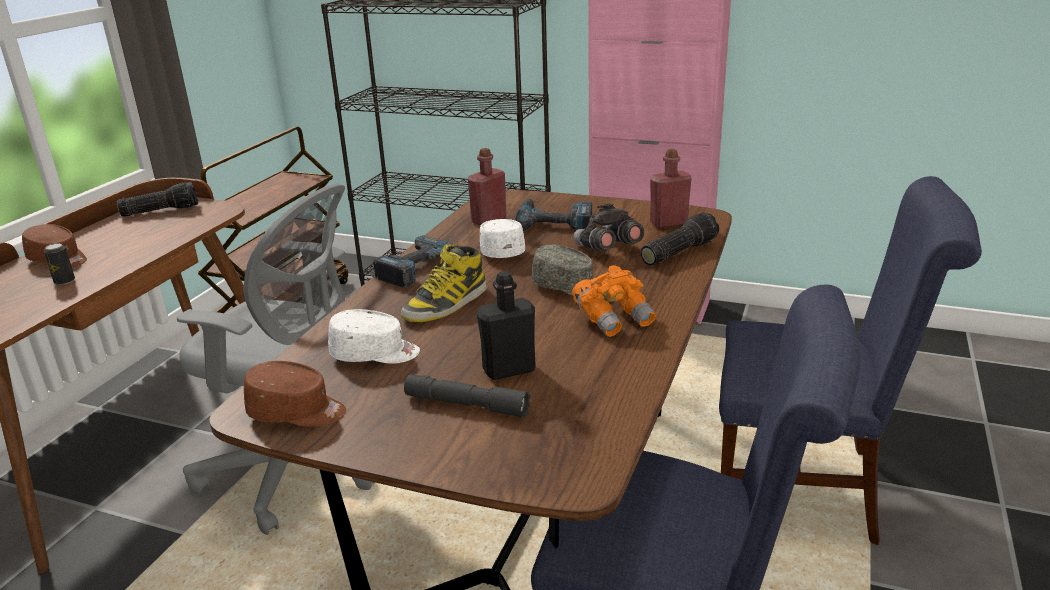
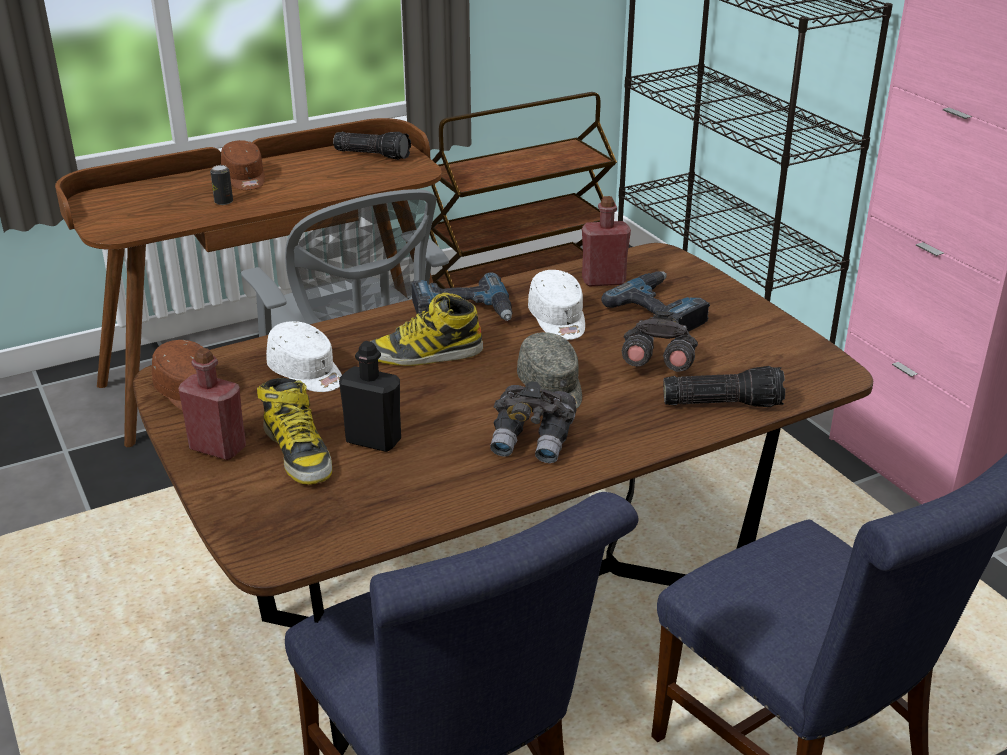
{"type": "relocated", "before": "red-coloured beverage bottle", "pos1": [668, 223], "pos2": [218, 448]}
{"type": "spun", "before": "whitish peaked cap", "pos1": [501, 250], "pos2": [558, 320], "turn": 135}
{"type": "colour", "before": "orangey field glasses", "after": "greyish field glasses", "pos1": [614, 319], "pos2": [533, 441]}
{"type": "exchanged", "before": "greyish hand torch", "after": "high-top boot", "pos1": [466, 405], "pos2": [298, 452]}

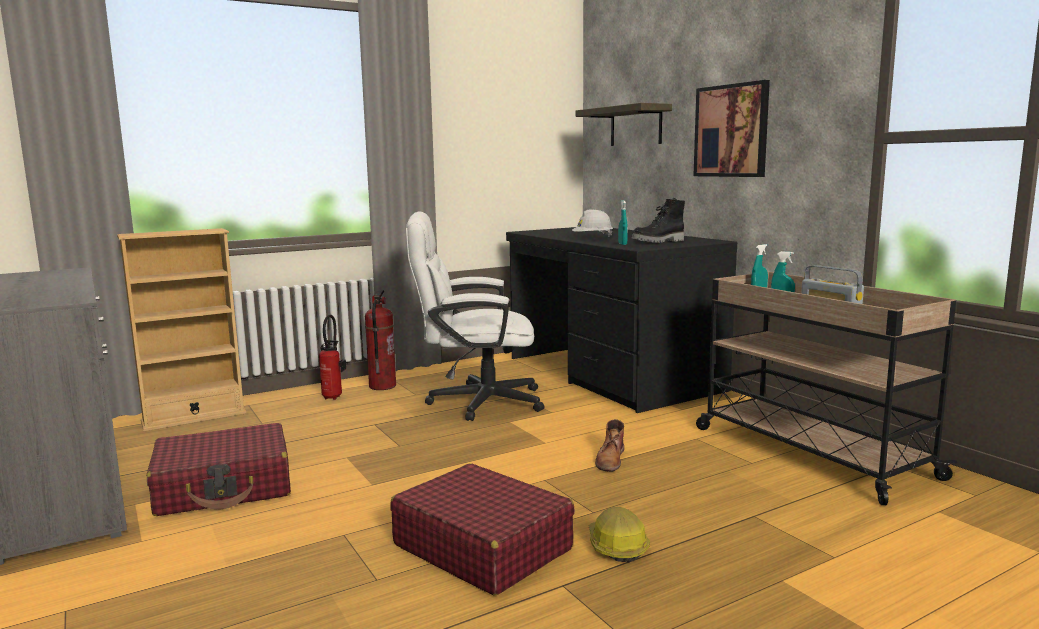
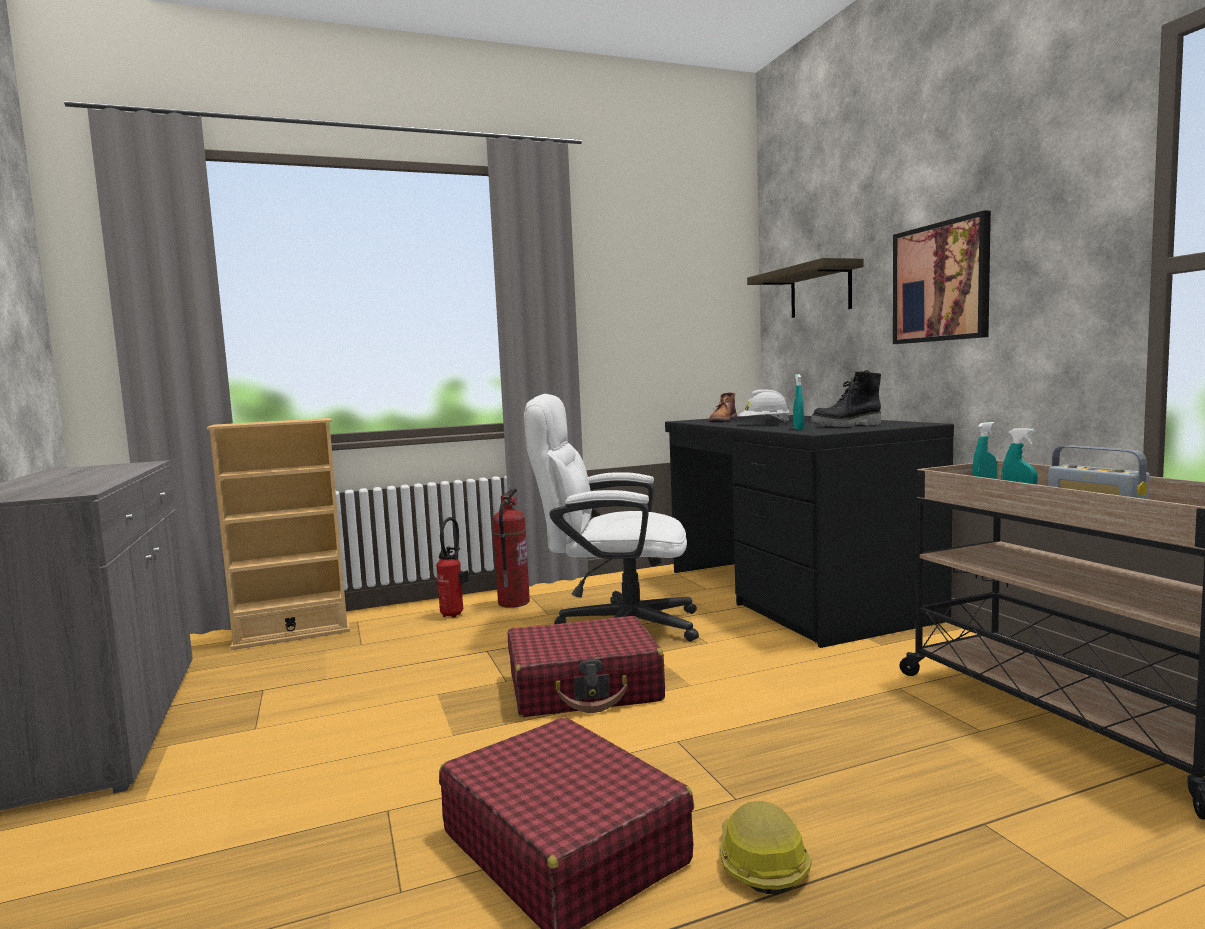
{"type": "relocated", "before": "brown-coloured high-top boot", "pos1": [610, 459], "pos2": [722, 420]}
{"type": "relocated", "before": "red-coloured suitcase", "pos1": [224, 487], "pos2": [584, 688]}

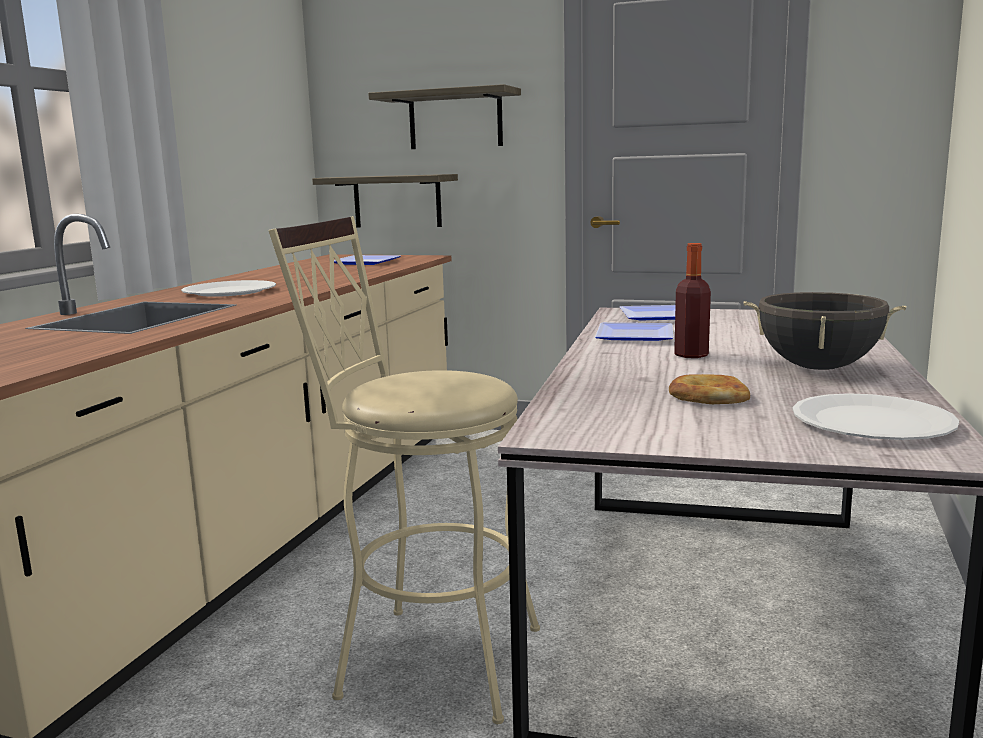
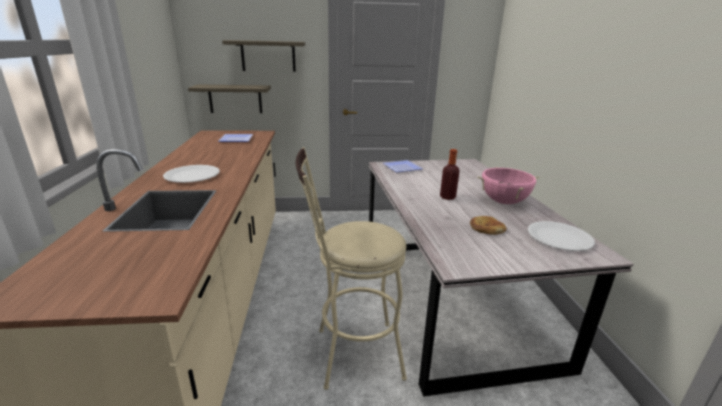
{"type": "colour", "before": "black-coloured saucepot", "after": "pink saucepot", "pos1": [818, 368], "pos2": [503, 202]}
{"type": "missing", "before": "dinner plate", "pos1": [632, 336]}

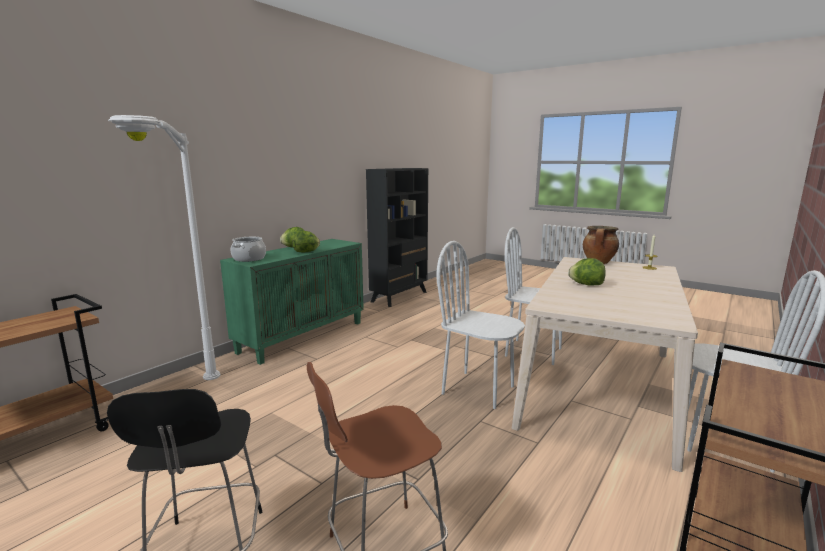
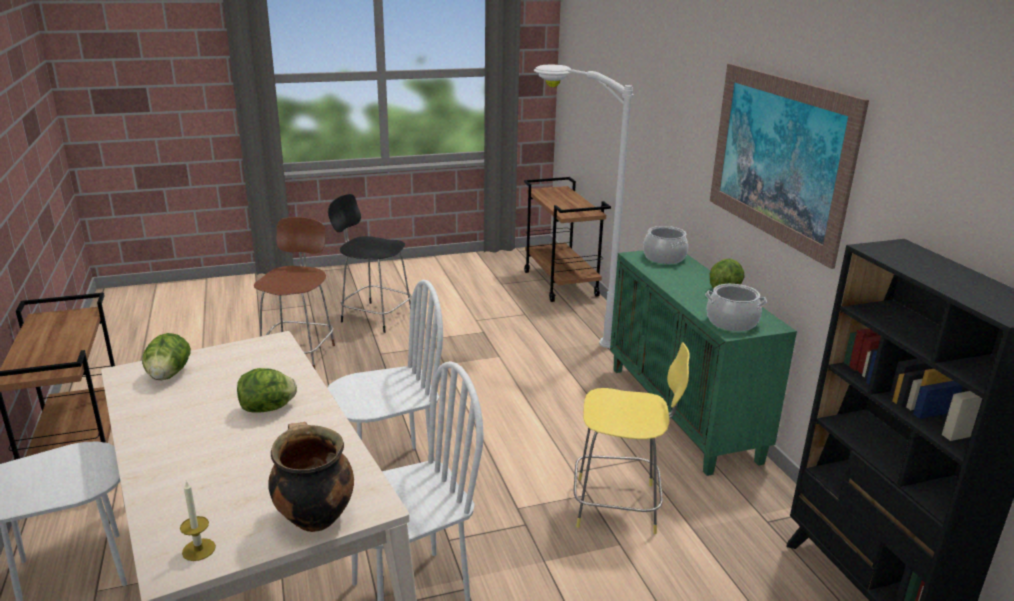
{"type": "relocated", "before": "lettuce", "pos1": [306, 252], "pos2": [169, 375]}
{"type": "appeared", "after": "wall picture", "pos2": [778, 158]}
{"type": "appeared", "after": "saucepot", "pos2": [732, 322]}
{"type": "appeared", "after": "yellow sitting stool", "pos2": [619, 505]}

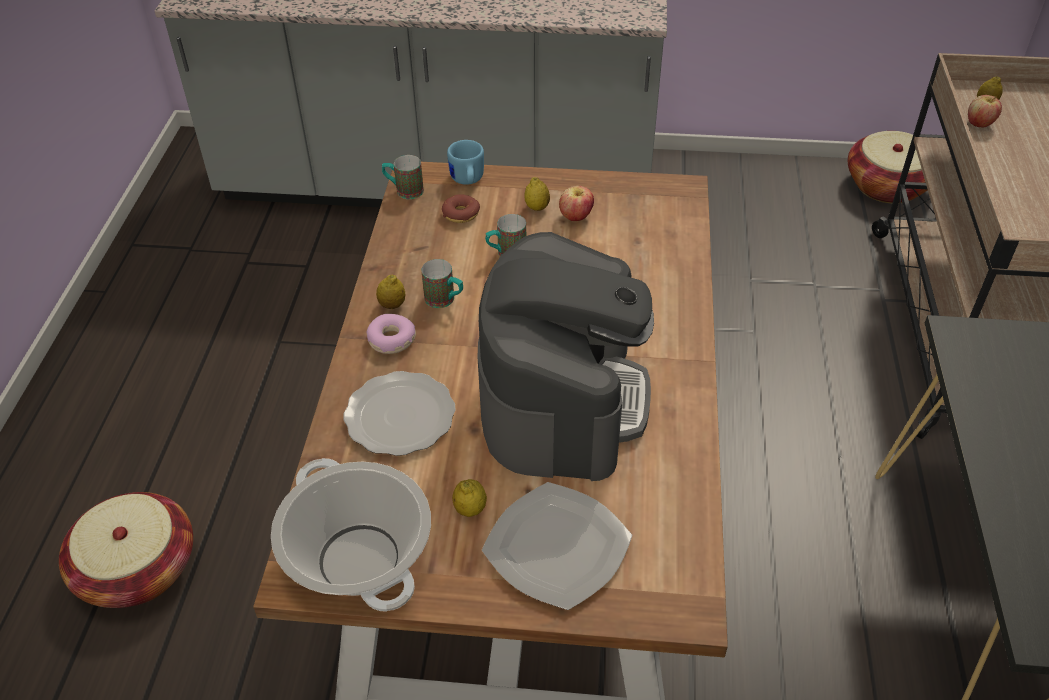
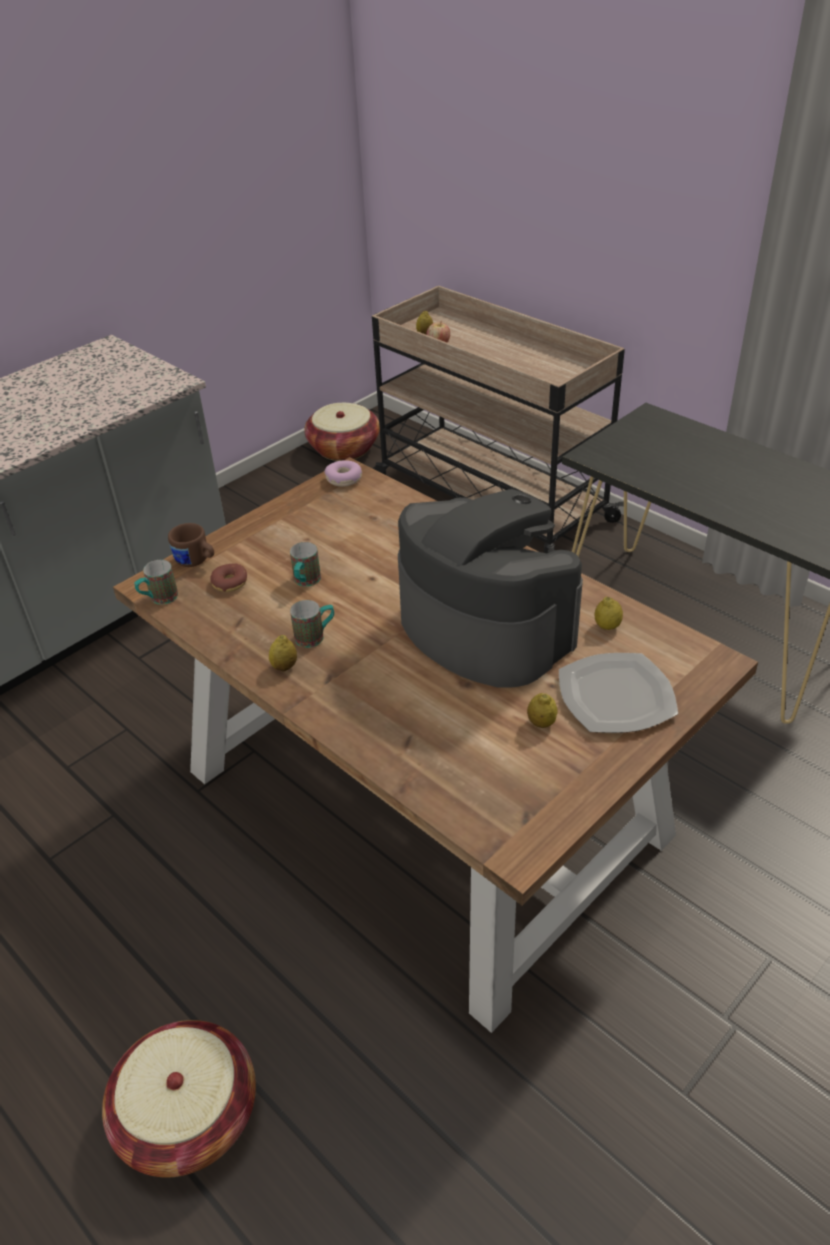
{"type": "colour", "before": "blue mug", "after": "brown-coloured mug", "pos1": [467, 181], "pos2": [196, 561]}
{"type": "relocated", "before": "whole lemon", "pos1": [537, 207], "pos2": [607, 626]}
{"type": "missing", "before": "whole apple", "pos1": [576, 217]}
{"type": "relocated", "before": "donut", "pos1": [391, 340], "pos2": [344, 479]}
{"type": "missing", "before": "dinner plate", "pos1": [401, 417]}
{"type": "missing", "before": "saucepot", "pos1": [358, 559]}

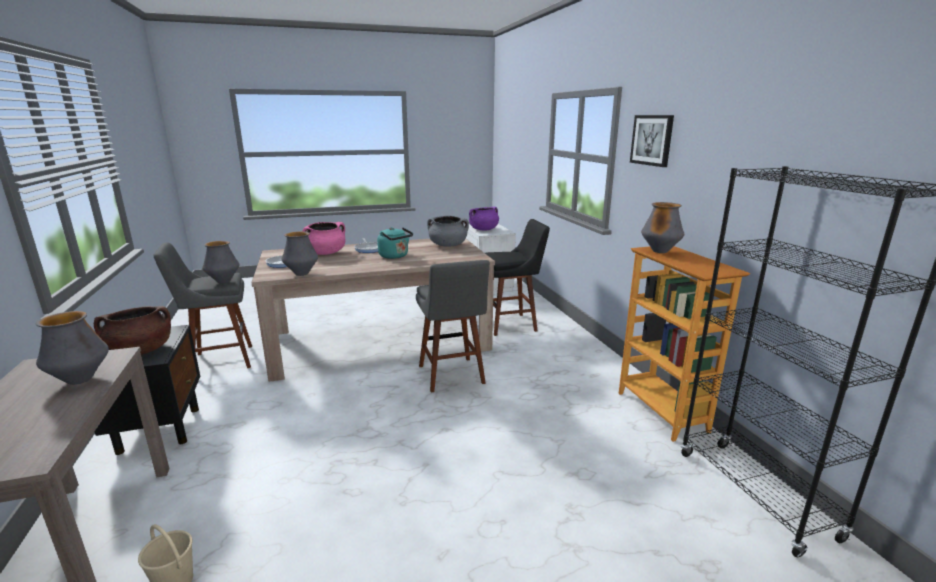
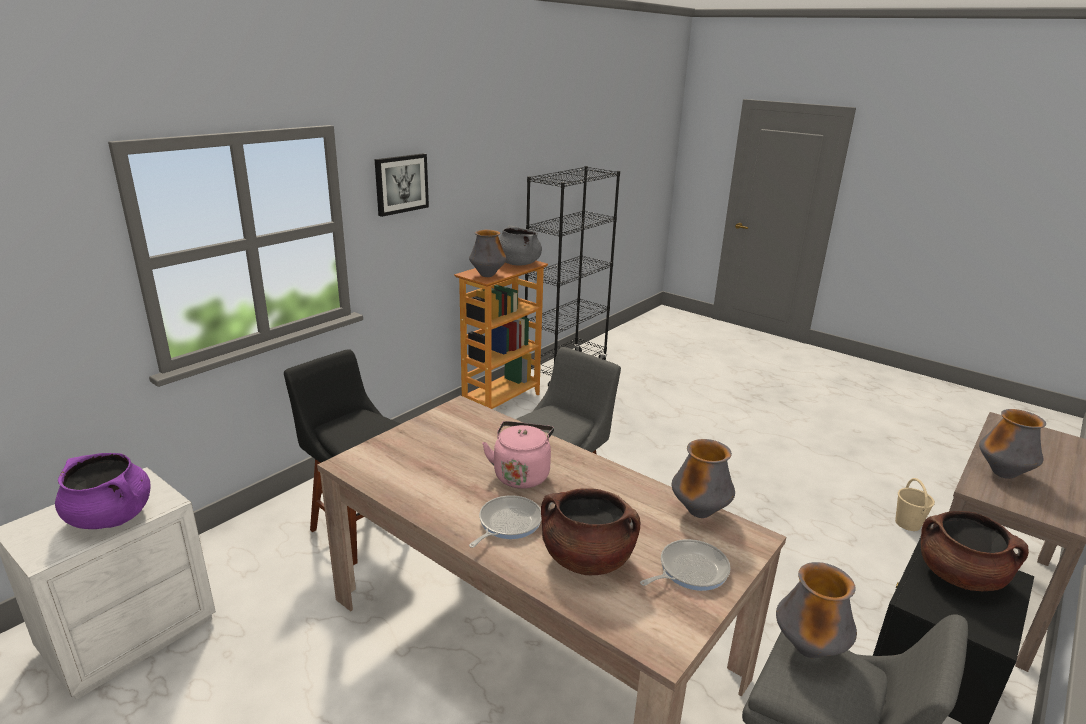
{"type": "relocated", "before": "greyish saucepot", "pos1": [448, 245], "pos2": [518, 263]}
{"type": "colour", "before": "pink saucepot", "after": "brown-coloured saucepot", "pos1": [326, 253], "pos2": [586, 559]}
{"type": "colour", "before": "blue-green kettle", "after": "pink kettle", "pos1": [395, 256], "pos2": [521, 474]}

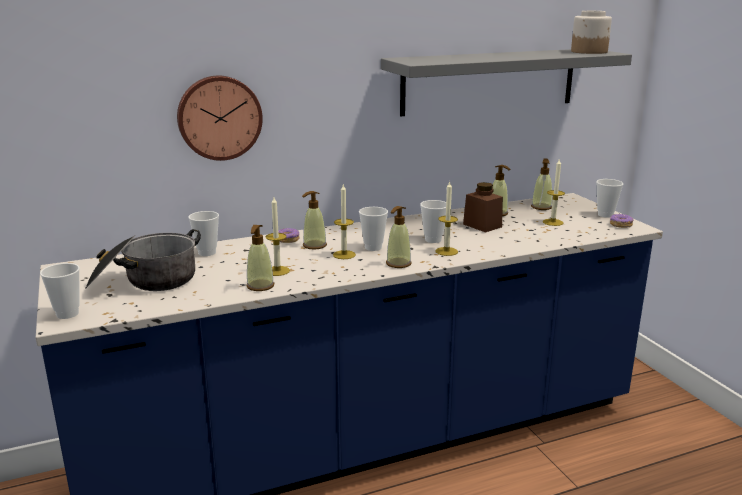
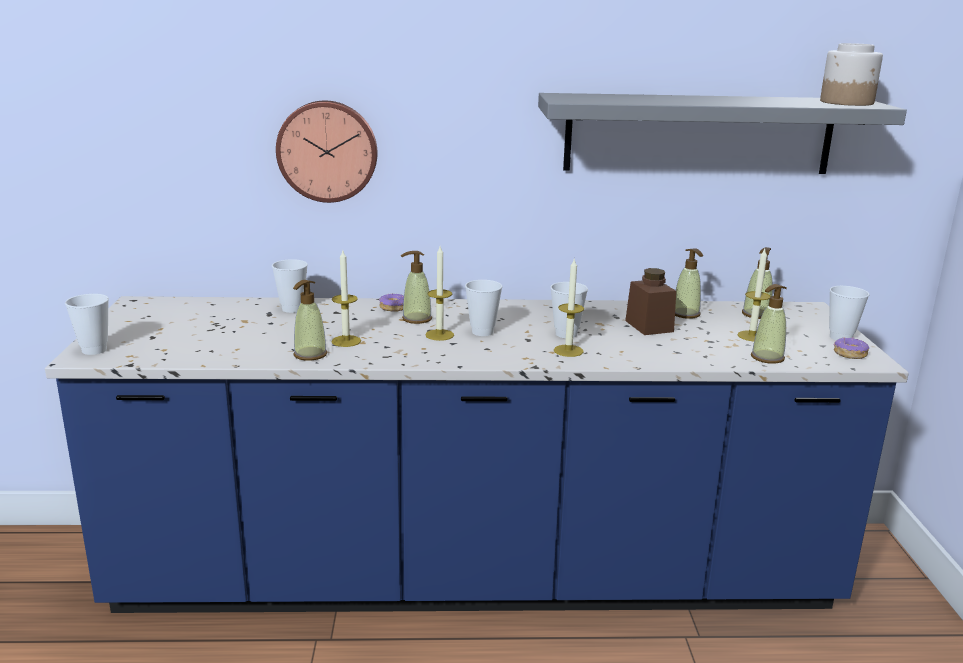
{"type": "relocated", "before": "soap bottle", "pos1": [398, 264], "pos2": [767, 358]}
{"type": "missing", "before": "saucepot", "pos1": [145, 281]}

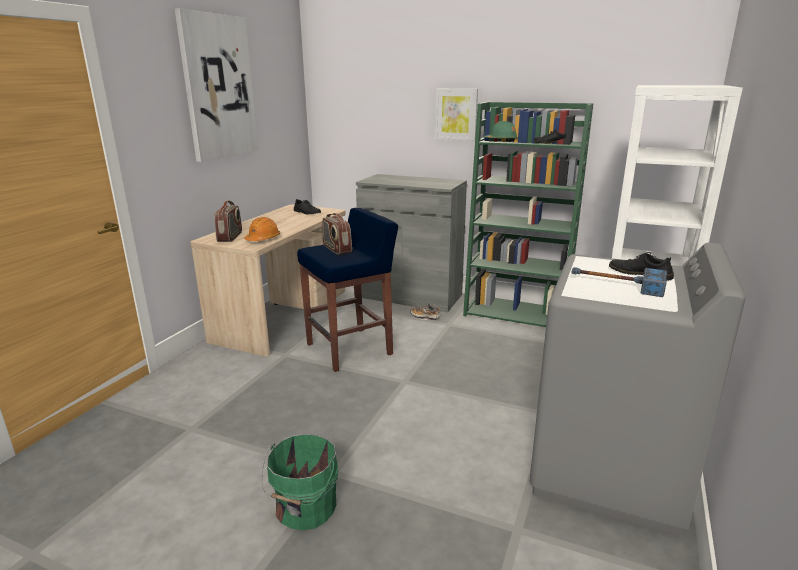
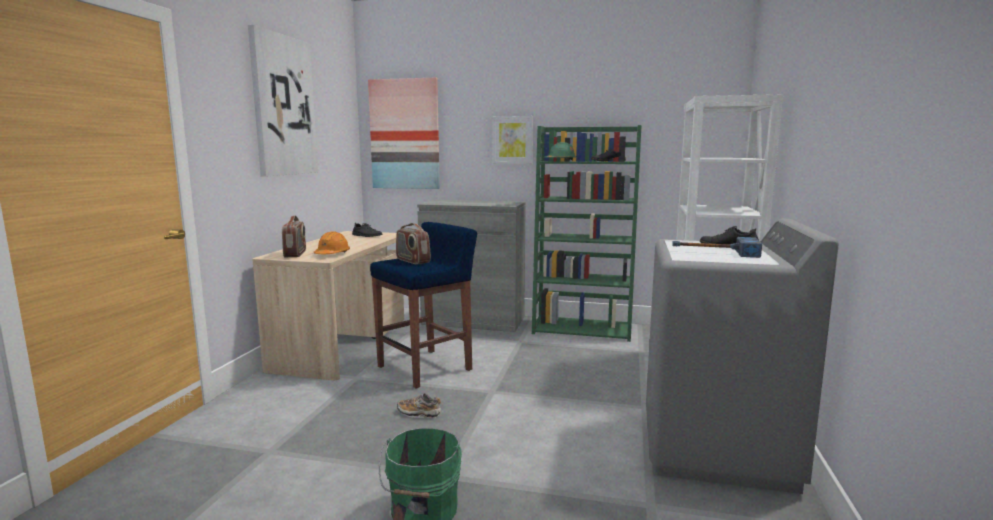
{"type": "relocated", "before": "shoe", "pos1": [424, 317], "pos2": [419, 413]}
{"type": "appeared", "after": "wall picture", "pos2": [405, 134]}

